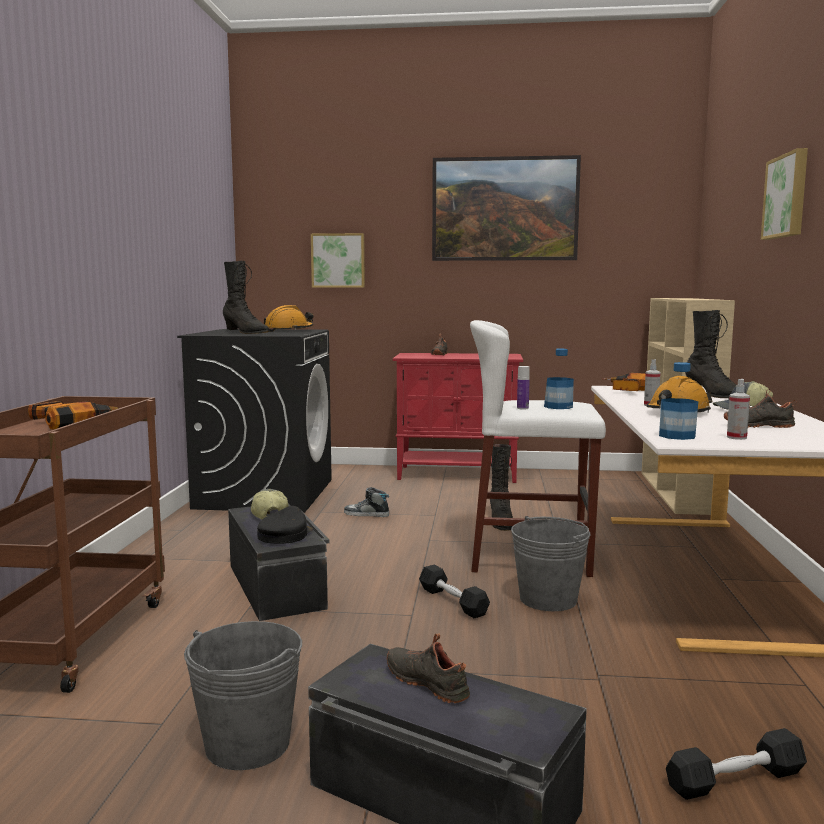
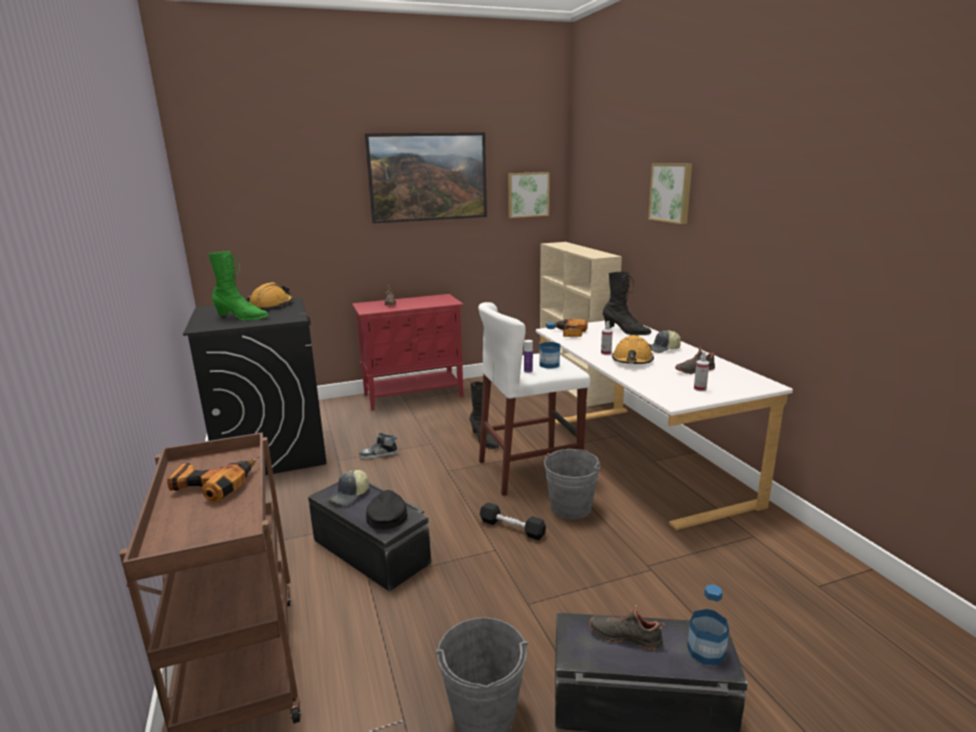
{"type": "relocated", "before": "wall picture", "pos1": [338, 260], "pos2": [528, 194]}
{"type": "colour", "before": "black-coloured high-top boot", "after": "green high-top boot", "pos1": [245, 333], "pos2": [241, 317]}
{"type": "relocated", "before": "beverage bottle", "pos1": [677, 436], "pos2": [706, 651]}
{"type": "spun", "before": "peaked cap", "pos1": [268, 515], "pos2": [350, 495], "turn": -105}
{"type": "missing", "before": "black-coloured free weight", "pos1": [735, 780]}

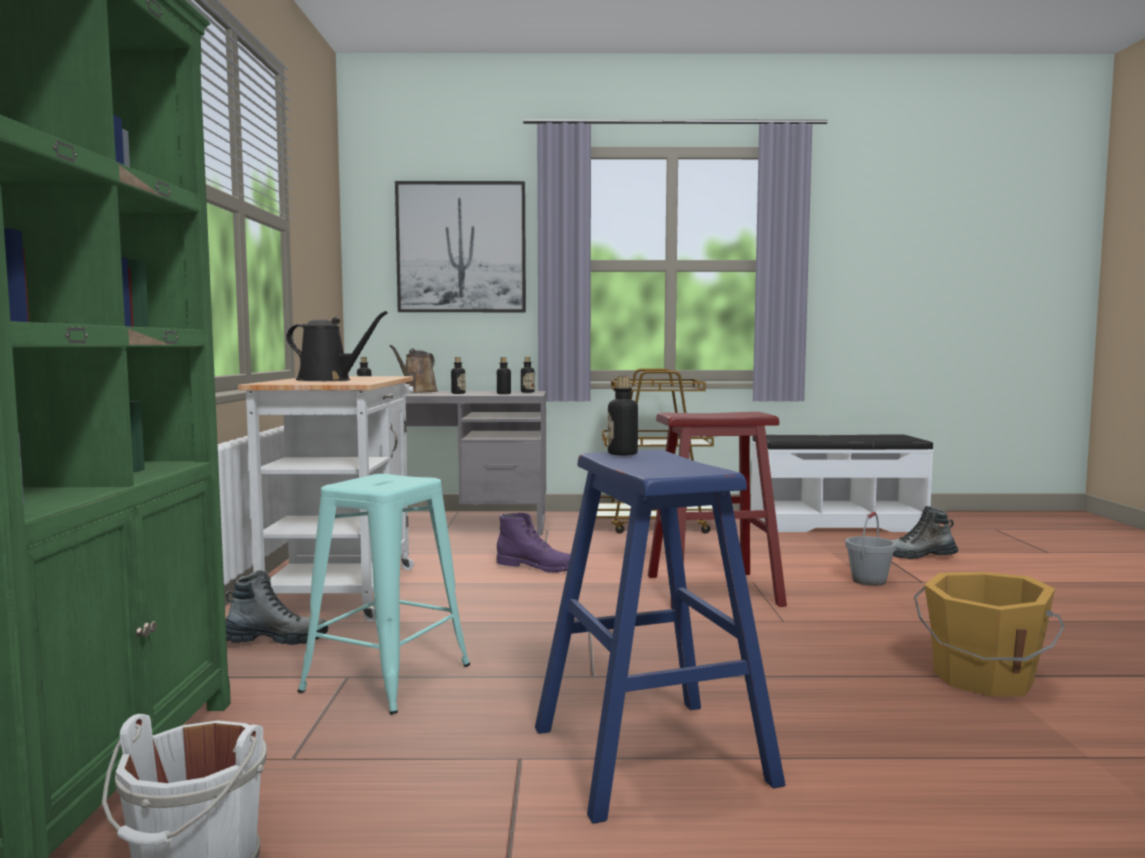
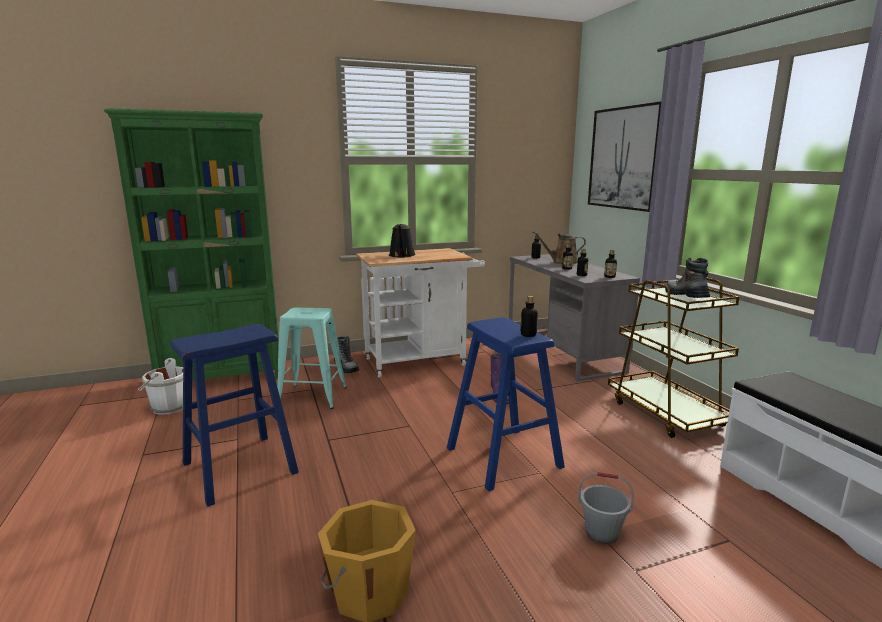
{"type": "relocated", "before": "beverage bottle", "pos1": [622, 454], "pos2": [528, 335]}
{"type": "colour", "before": "red-coloured sitting stool", "after": "blue sitting stool", "pos1": [713, 590], "pos2": [503, 457]}
{"type": "relocated", "before": "high-top boot", "pos1": [918, 556], "pos2": [685, 296]}

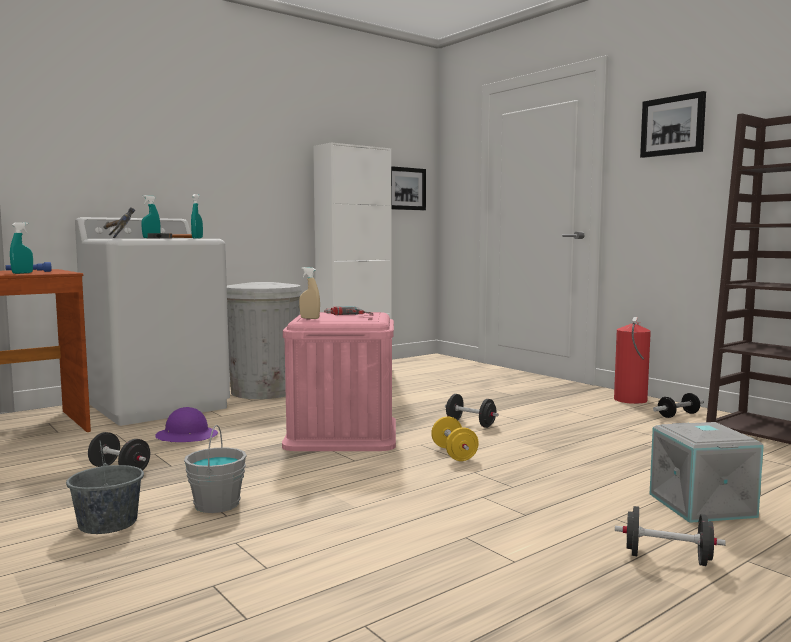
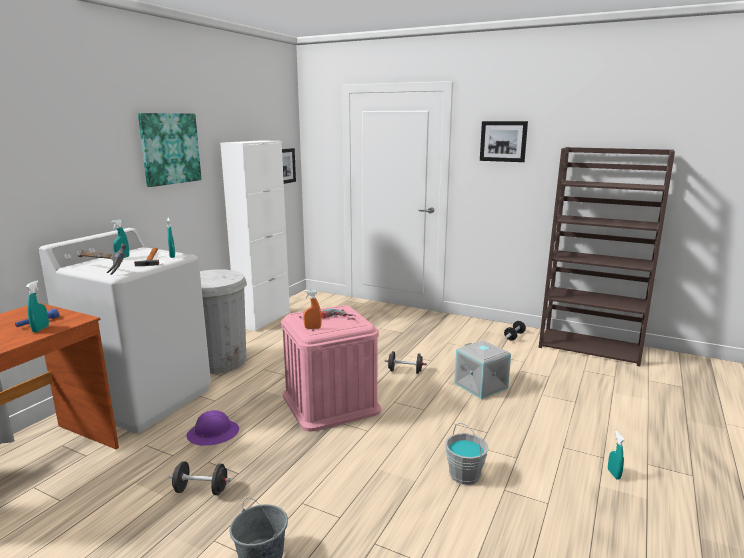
{"type": "colour", "before": "beige spray bottle", "after": "orangey spray bottle", "pos1": [309, 318], "pos2": [312, 328]}
{"type": "missing", "before": "fire-fighting cylinder", "pos1": [630, 400]}
{"type": "missing", "before": "yellow free weight", "pos1": [454, 454]}
{"type": "relocated", "before": "greyish storage container", "pos1": [703, 505], "pos2": [481, 385]}
{"type": "relocated", "before": "greyish pail", "pos1": [217, 504], "pos2": [465, 474]}
{"type": "exchanged", "before": "black-coloured free weight", "after": "blue-green spray bottle", "pos1": [667, 558], "pos2": [614, 474]}
{"type": "appeared", "after": "wall picture", "pos2": [169, 148]}

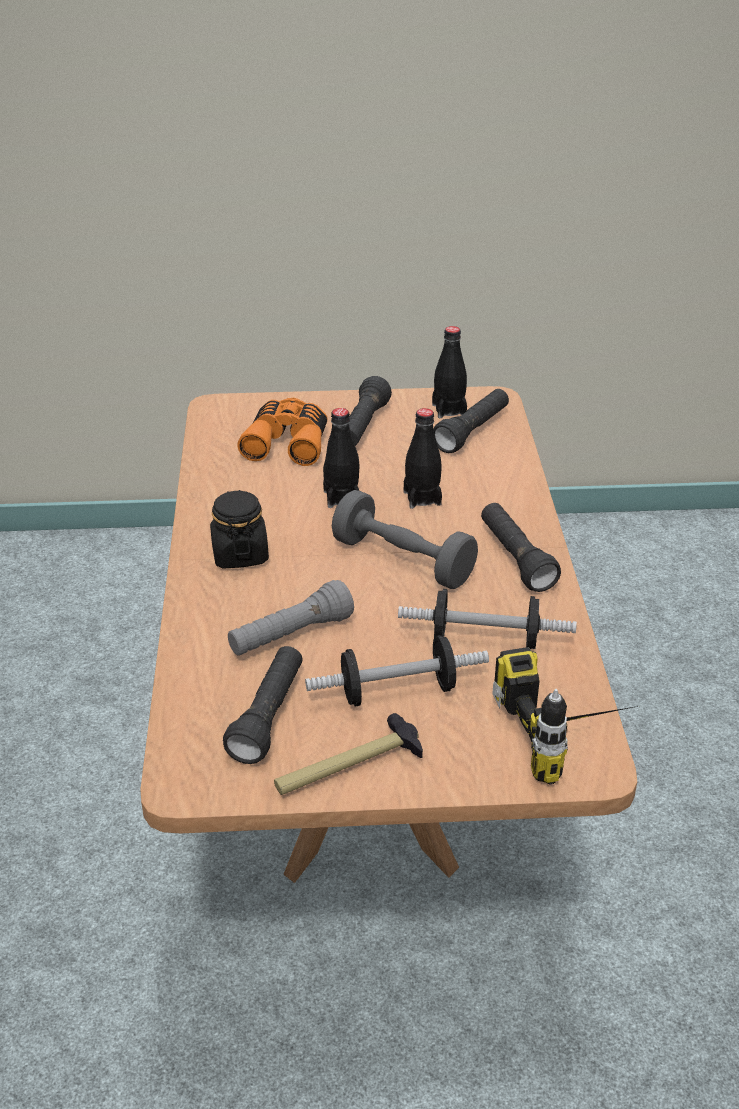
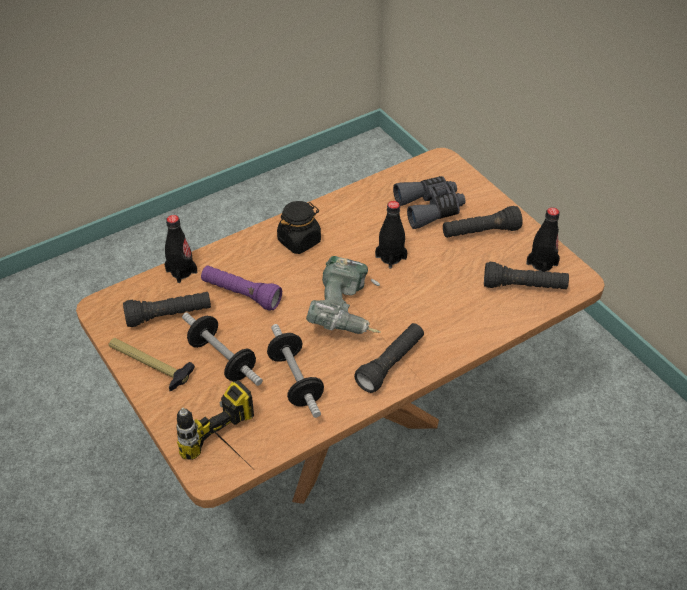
{"type": "colour", "before": "orangey field glasses", "after": "greyish field glasses", "pos1": [288, 442], "pos2": [430, 208]}
{"type": "relocated", "before": "black-coloured beverage bottle", "pos1": [422, 498], "pos2": [181, 271]}
{"type": "exchanged", "before": "greyish free weight", "after": "drill", "pos1": [403, 560], "pos2": [347, 312]}
{"type": "colour", "before": "greyish hand torch", "after": "purplish hand torch", "pos1": [291, 636], "pos2": [241, 295]}

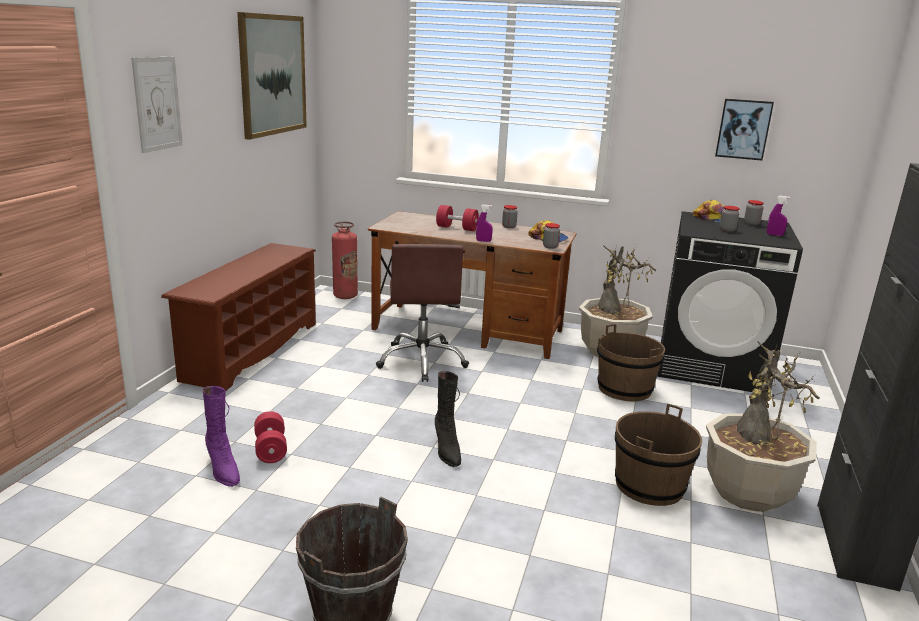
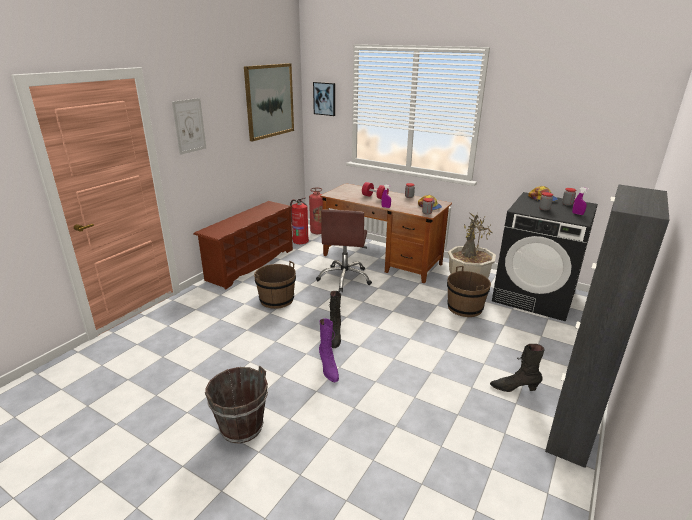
{"type": "relocated", "before": "wall picture", "pos1": [743, 129], "pos2": [324, 98]}
{"type": "exchanged", "before": "plant in a pot", "after": "black-coloured high-top boot", "pos1": [749, 493], "pos2": [514, 388]}
{"type": "relocated", "before": "purplish high-top boot", "pos1": [223, 469], "pos2": [328, 369]}
{"type": "relocated", "before": "brown-coloured pail", "pos1": [649, 486], "pos2": [277, 300]}
{"type": "missing", "before": "red-coloured free weight", "pos1": [271, 449]}
{"type": "appeared", "after": "fire-fighting cylinder", "pos2": [300, 241]}

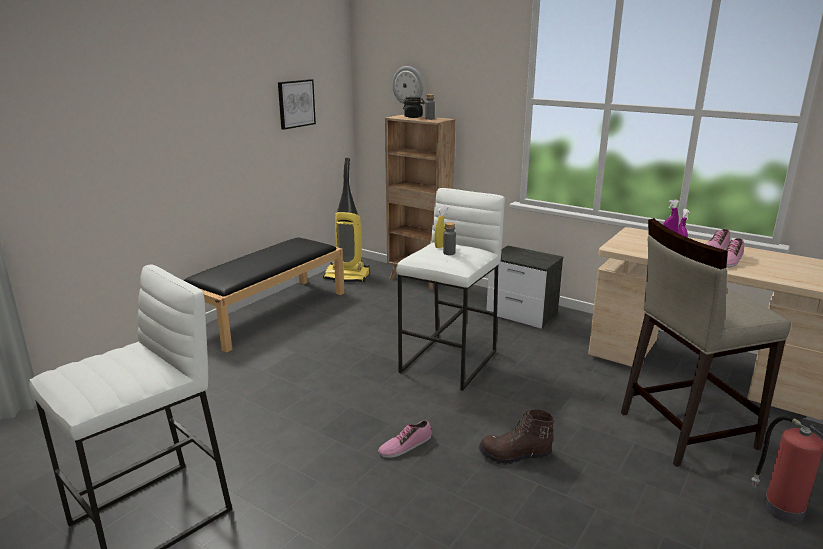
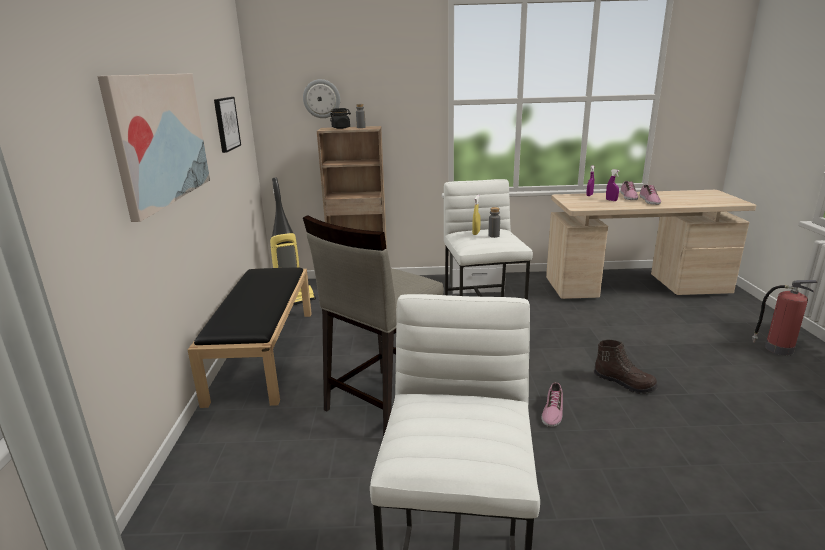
{"type": "relocated", "before": "beige sitting stool", "pos1": [685, 430], "pos2": [383, 404]}
{"type": "spun", "before": "brown-coloured high-top boot", "pos1": [515, 455], "pos2": [624, 383], "turn": -105}
{"type": "appeared", "after": "wall picture", "pos2": [160, 139]}

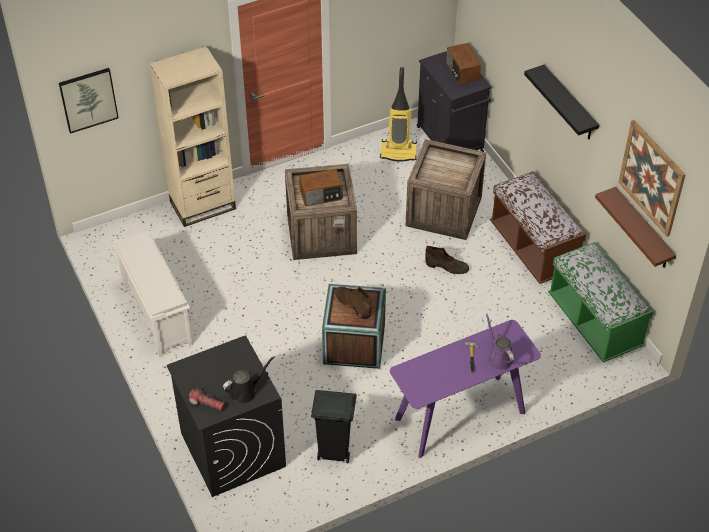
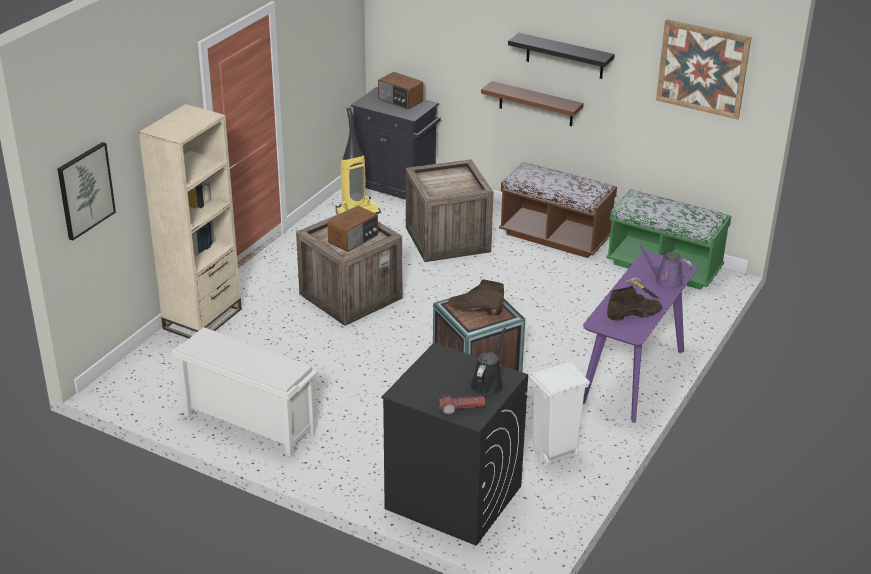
{"type": "relocated", "before": "brown-coloured wall shelf", "pos1": [642, 230], "pos2": [536, 104]}
{"type": "relocated", "before": "brown-coloured high-top boot", "pos1": [447, 267], "pos2": [634, 313]}
{"type": "colour", "before": "black-coloured trash can", "after": "whitish trash can", "pos1": [333, 452], "pos2": [553, 454]}

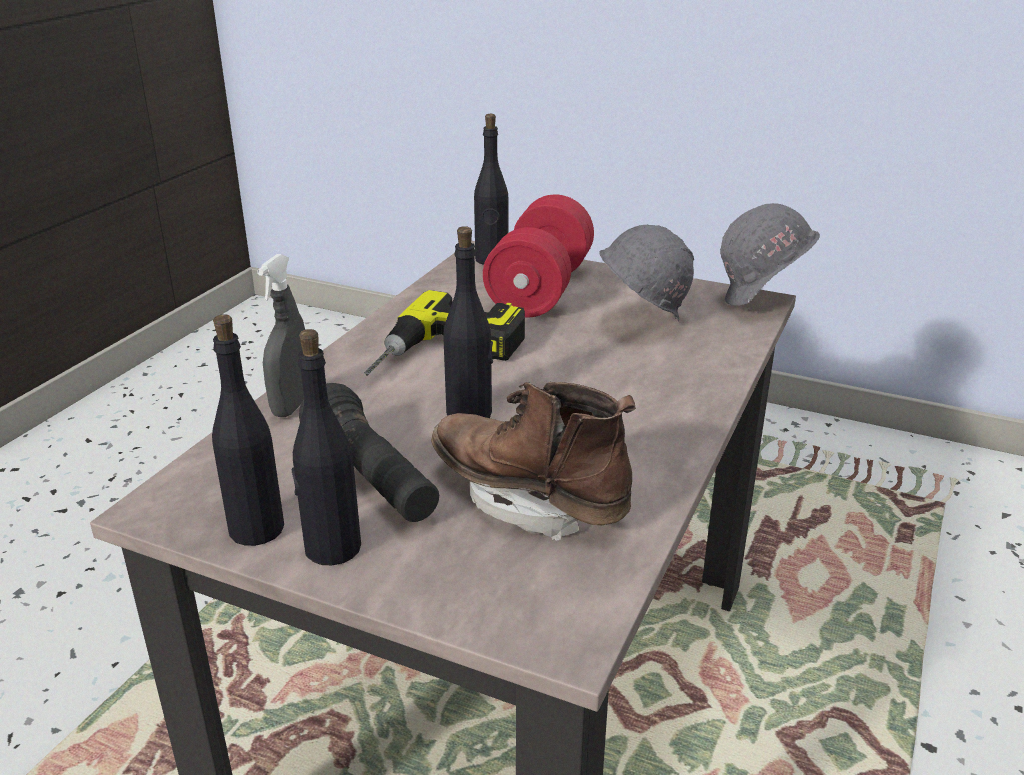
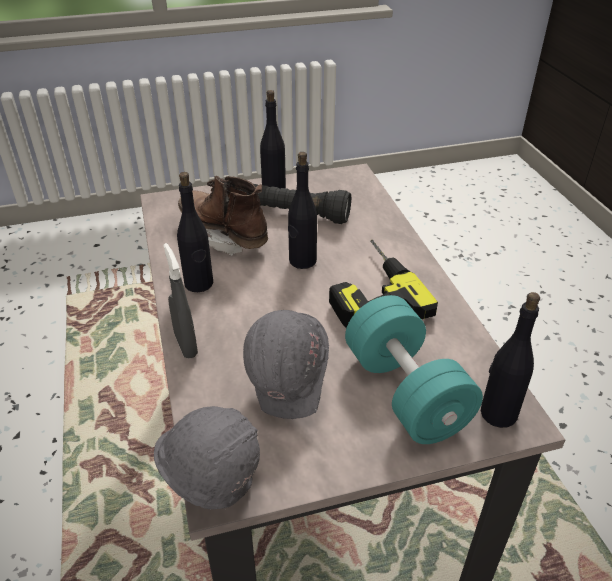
{"type": "colour", "before": "red-coloured free weight", "after": "blue-green free weight", "pos1": [540, 289], "pos2": [405, 392]}
{"type": "relocated", "before": "greyish spray bottle", "pos1": [292, 405], "pos2": [186, 345]}
{"type": "relocated", "before": "black-coloured beverage bottle", "pos1": [257, 529], "pos2": [199, 284]}
{"type": "spun", "before": "brown-coloured high-top boot", "pos1": [529, 499], "pos2": [224, 235], "turn": -135}

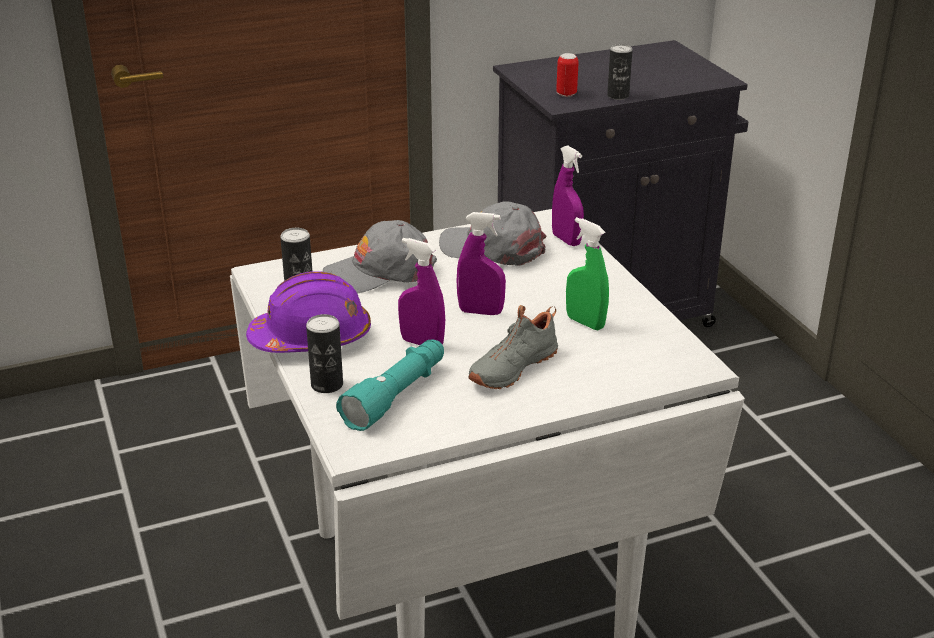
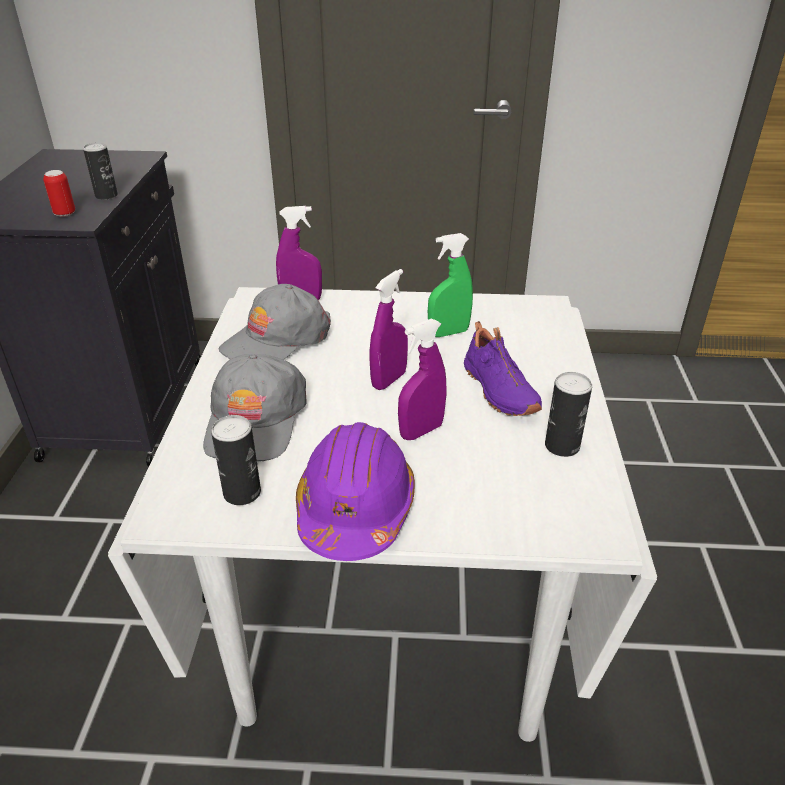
{"type": "colour", "before": "greyish shoe", "after": "purplish shoe", "pos1": [511, 367], "pos2": [497, 390]}
{"type": "relocated", "before": "can", "pos1": [327, 385], "pos2": [562, 446]}
{"type": "missing", "before": "blue-green hand torch", "pos1": [397, 395]}

